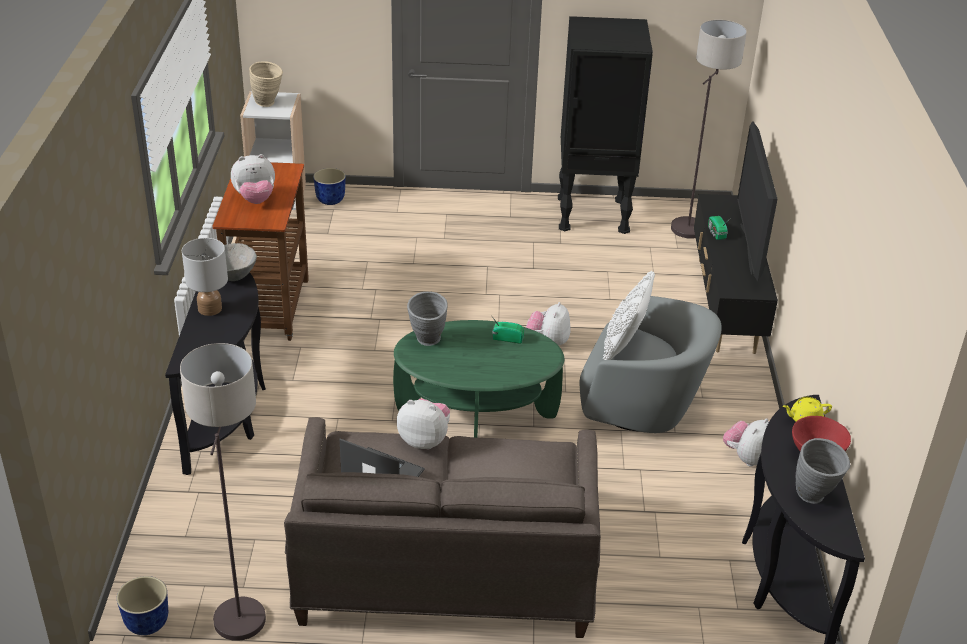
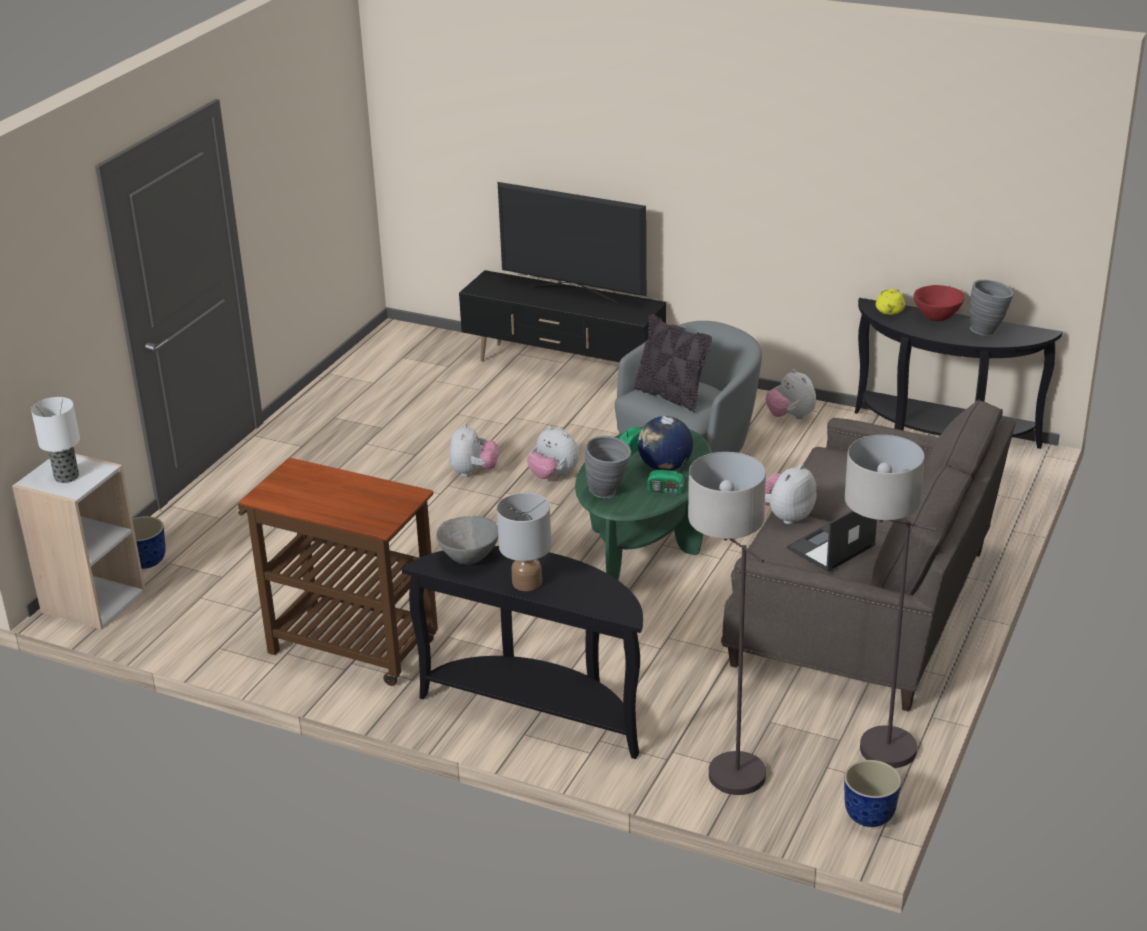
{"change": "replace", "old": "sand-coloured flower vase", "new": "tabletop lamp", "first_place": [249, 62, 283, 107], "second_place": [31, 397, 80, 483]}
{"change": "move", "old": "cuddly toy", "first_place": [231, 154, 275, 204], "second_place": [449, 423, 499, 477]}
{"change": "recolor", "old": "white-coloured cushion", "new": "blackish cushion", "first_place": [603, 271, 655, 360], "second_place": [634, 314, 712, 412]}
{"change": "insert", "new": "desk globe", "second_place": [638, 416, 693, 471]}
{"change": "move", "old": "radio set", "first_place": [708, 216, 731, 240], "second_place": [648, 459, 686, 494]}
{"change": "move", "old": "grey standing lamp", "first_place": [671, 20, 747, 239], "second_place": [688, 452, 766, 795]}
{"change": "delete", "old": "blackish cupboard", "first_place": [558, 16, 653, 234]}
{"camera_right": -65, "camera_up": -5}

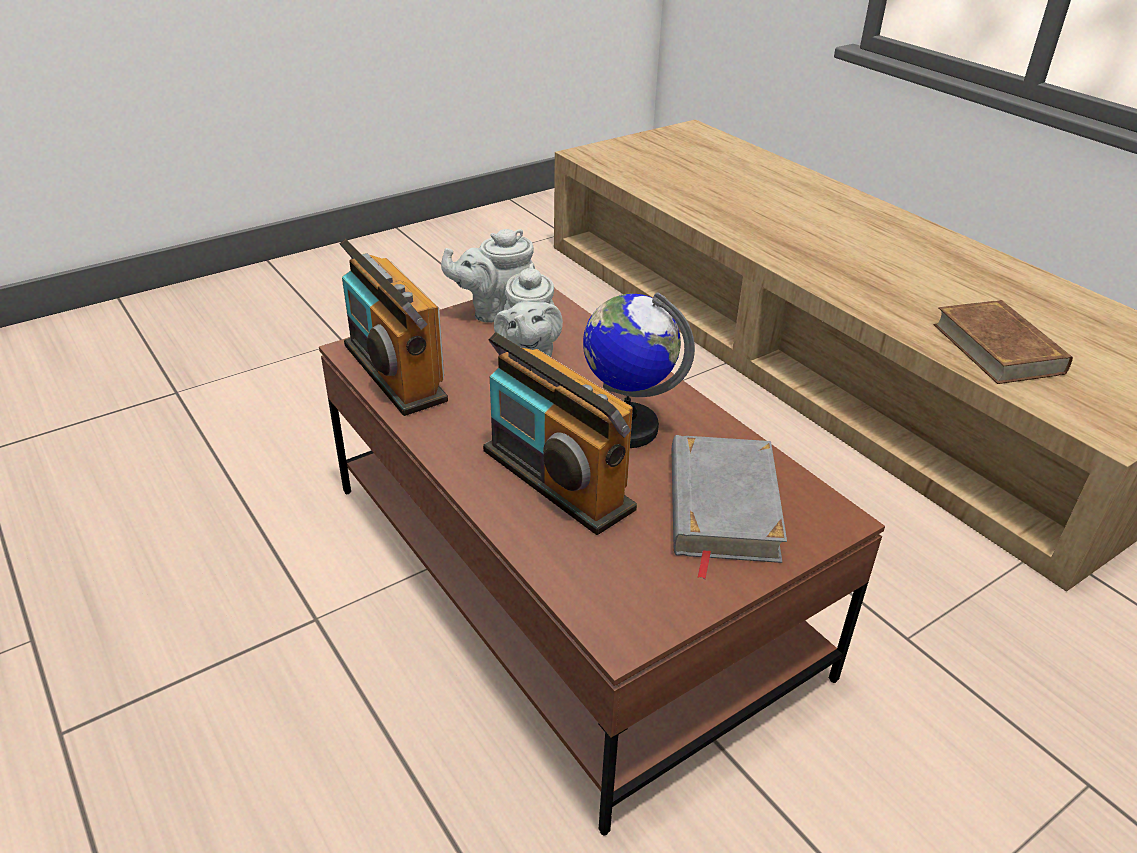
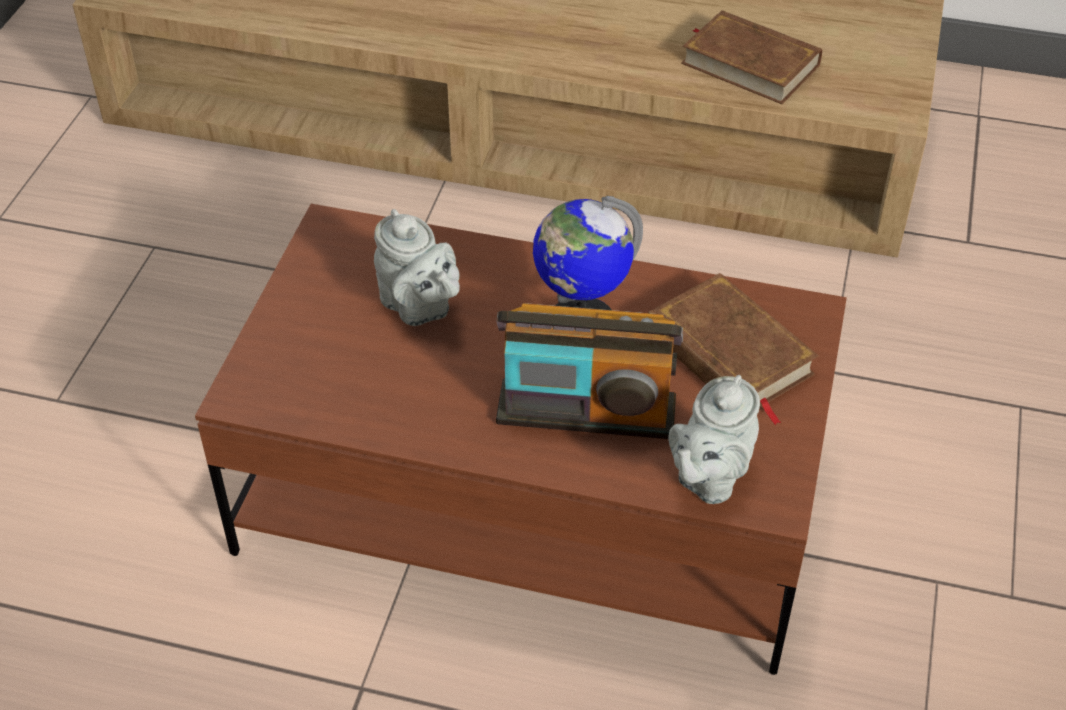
{"change": "recolor", "old": "grey book", "new": "brown book", "first_place": [672, 435, 787, 579], "second_place": [648, 273, 819, 426]}
{"change": "move", "old": "grey tea pot", "first_place": [441, 229, 535, 323], "second_place": [668, 375, 760, 504]}
{"change": "delete", "old": "radio set", "first_place": [339, 239, 448, 416]}
{"camera_right": -40, "camera_up": 10}

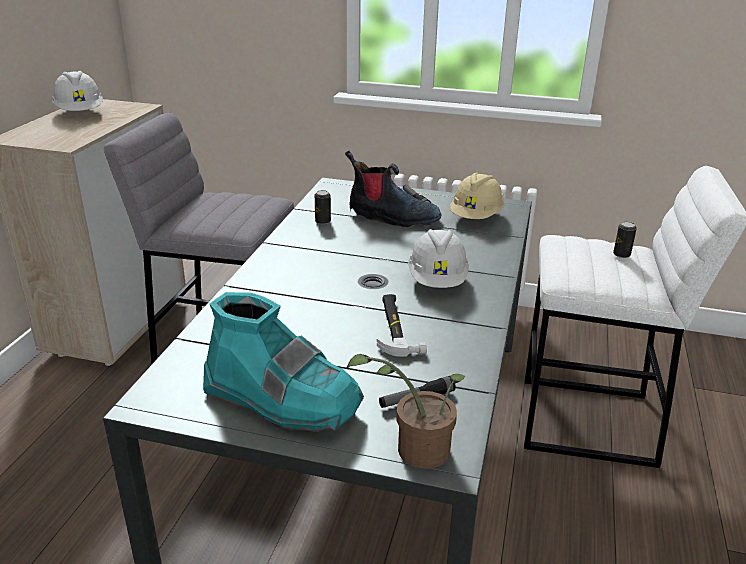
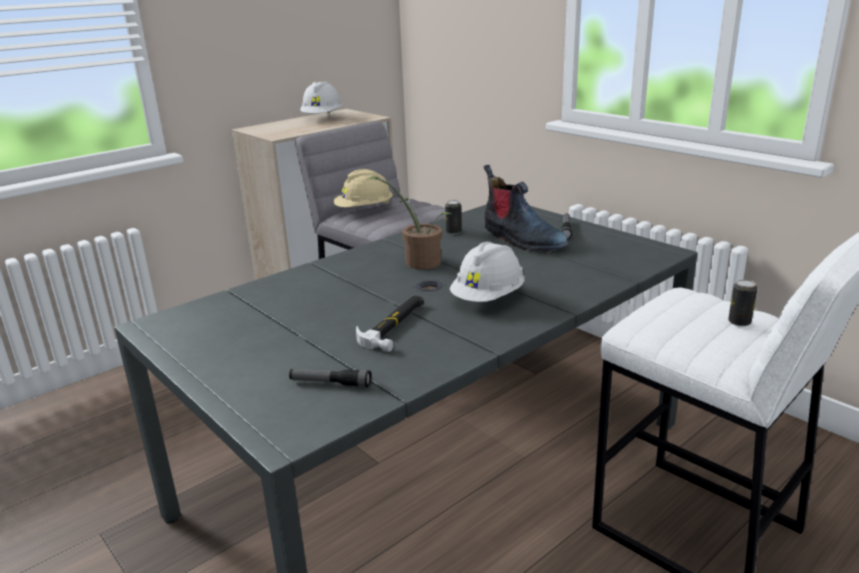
{"change": "move", "old": "sand-coloured safety helmet", "first_place": [450, 172, 504, 219], "second_place": [333, 169, 393, 207]}
{"change": "move", "old": "potted plant", "first_place": [347, 354, 465, 469], "second_place": [367, 176, 453, 269]}
{"change": "delete", "old": "blue-green tall boot", "first_place": [203, 292, 364, 432]}
{"camera_right": 35, "camera_up": -5}

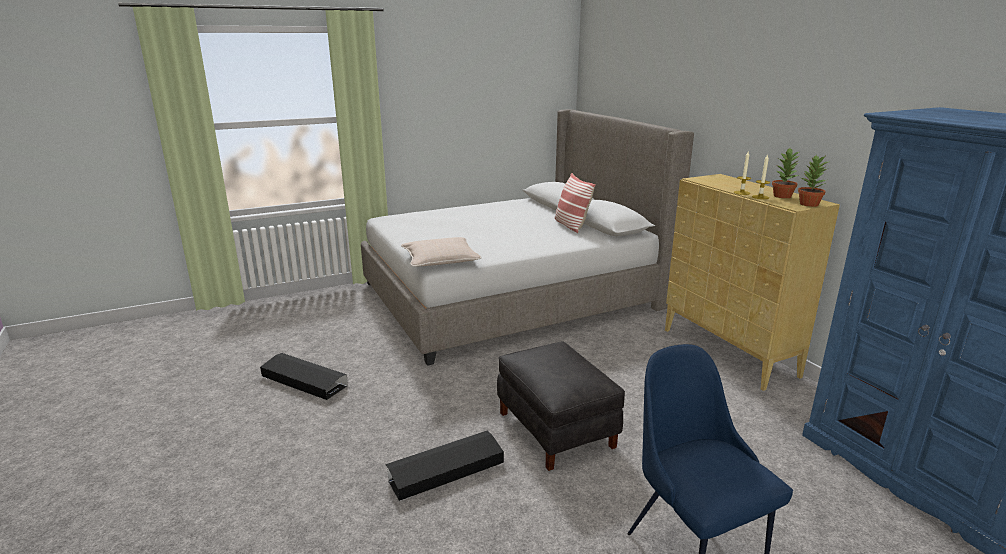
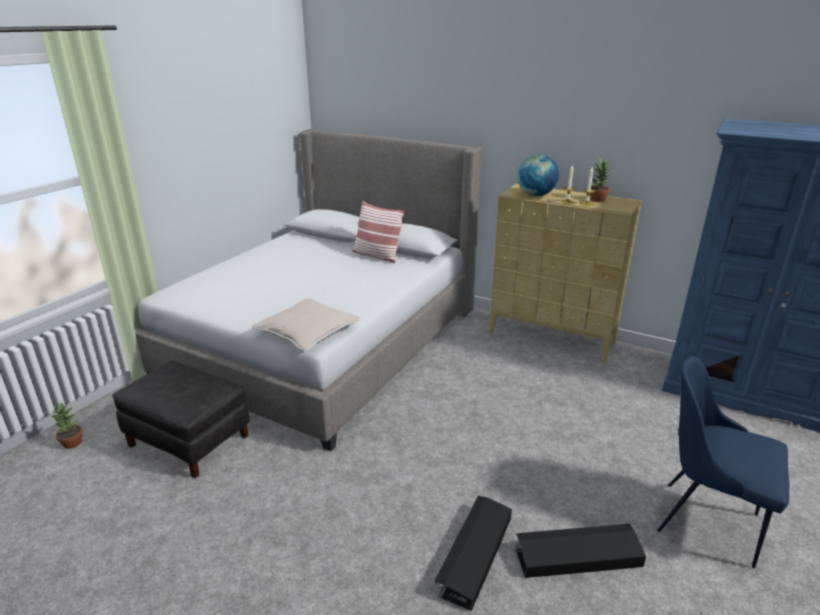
{"change": "move", "old": "potted plant", "first_place": [798, 155, 830, 207], "second_place": [51, 403, 83, 449]}
{"change": "move", "old": "blackish pouffe", "first_place": [497, 341, 625, 471], "second_place": [112, 360, 250, 478]}
{"change": "move", "old": "blackish storage box", "first_place": [260, 353, 348, 400], "second_place": [516, 524, 646, 579]}
{"change": "insert", "new": "desk globe", "second_place": [517, 154, 559, 196]}
{"camera_right": -35, "camera_up": 5}

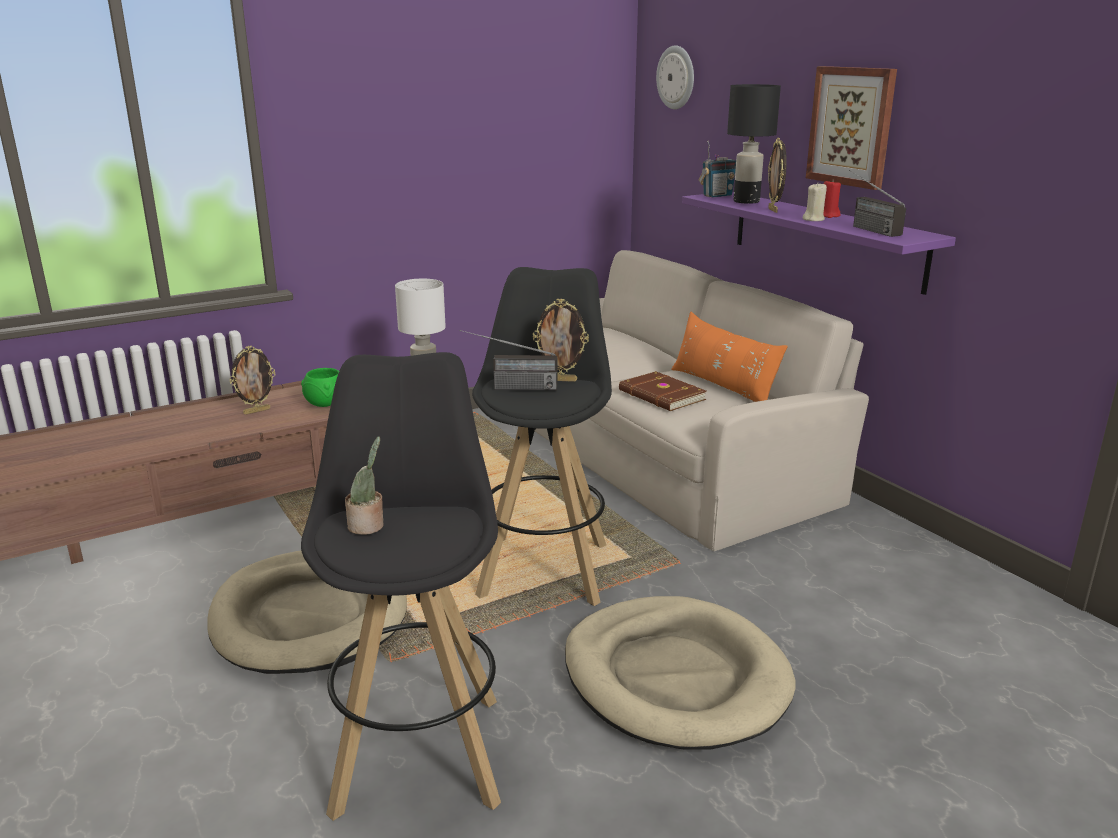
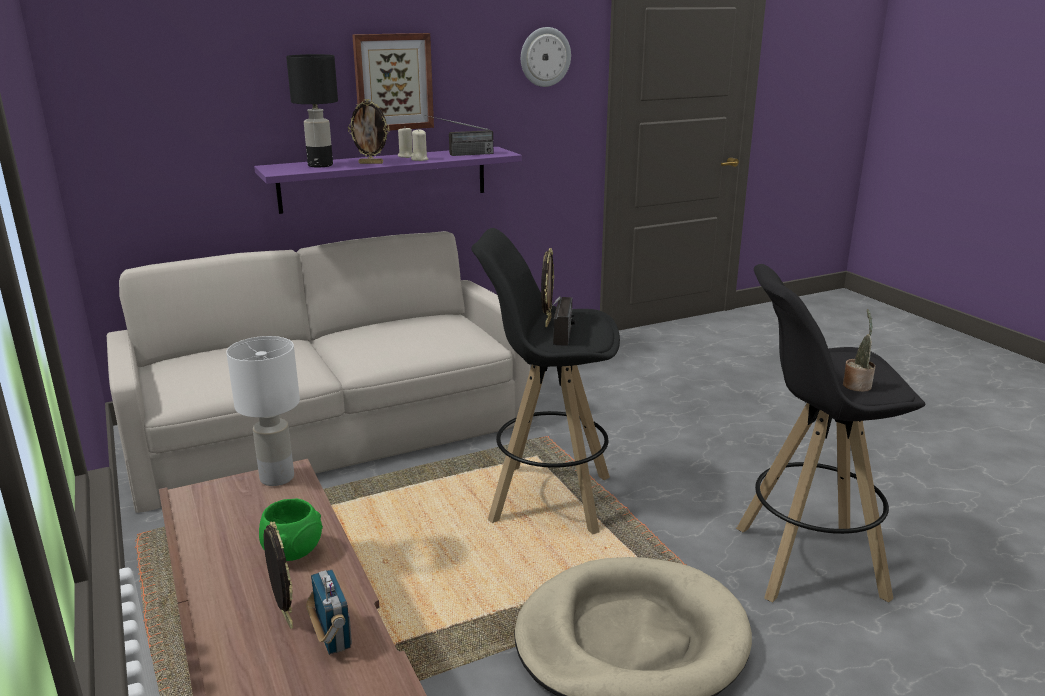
{"change": "move", "old": "radio set", "first_place": [699, 141, 736, 197], "second_place": [306, 570, 352, 655]}
{"change": "recolor", "old": "red wax candle", "new": "sand-coloured wax candle", "first_place": [823, 179, 841, 218], "second_place": [398, 128, 413, 158]}
{"change": "move", "old": "clock on the wall", "first_place": [656, 45, 694, 109], "second_place": [521, 27, 571, 87]}
{"change": "delete", "old": "sand-coloured dog bed", "first_place": [565, 596, 796, 750]}
{"change": "delete", "old": "brown book", "first_place": [619, 371, 707, 411]}
{"change": "delete", "old": "orange-coloured cushion", "first_place": [671, 312, 788, 402]}
{"camera_right": -85, "camera_up": 0}

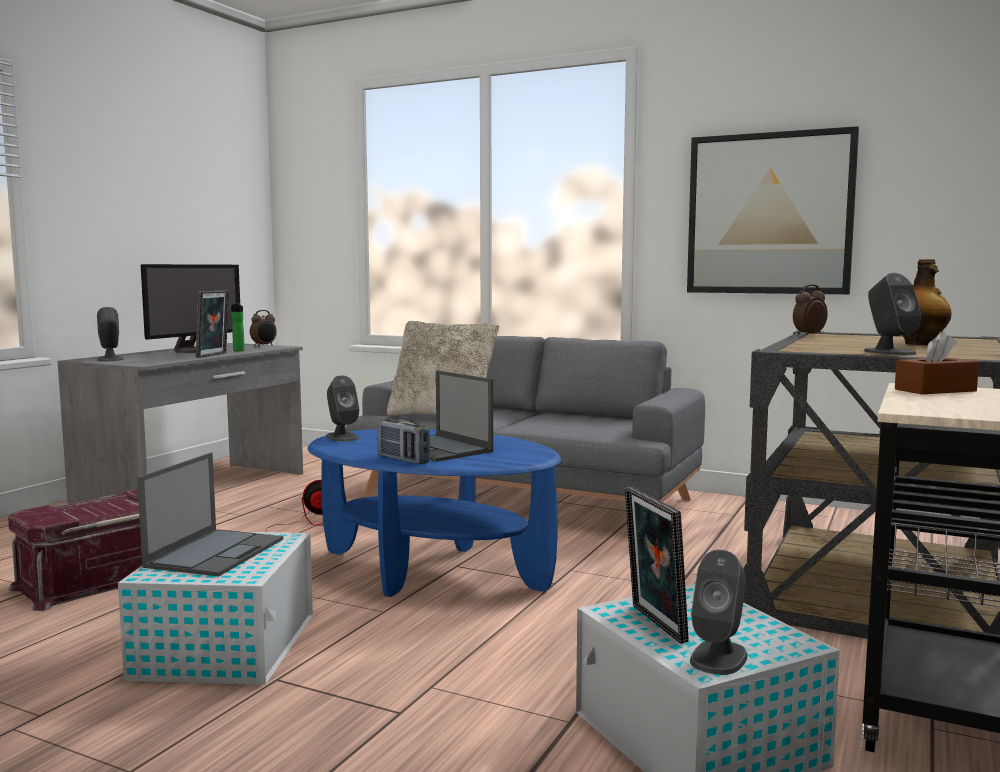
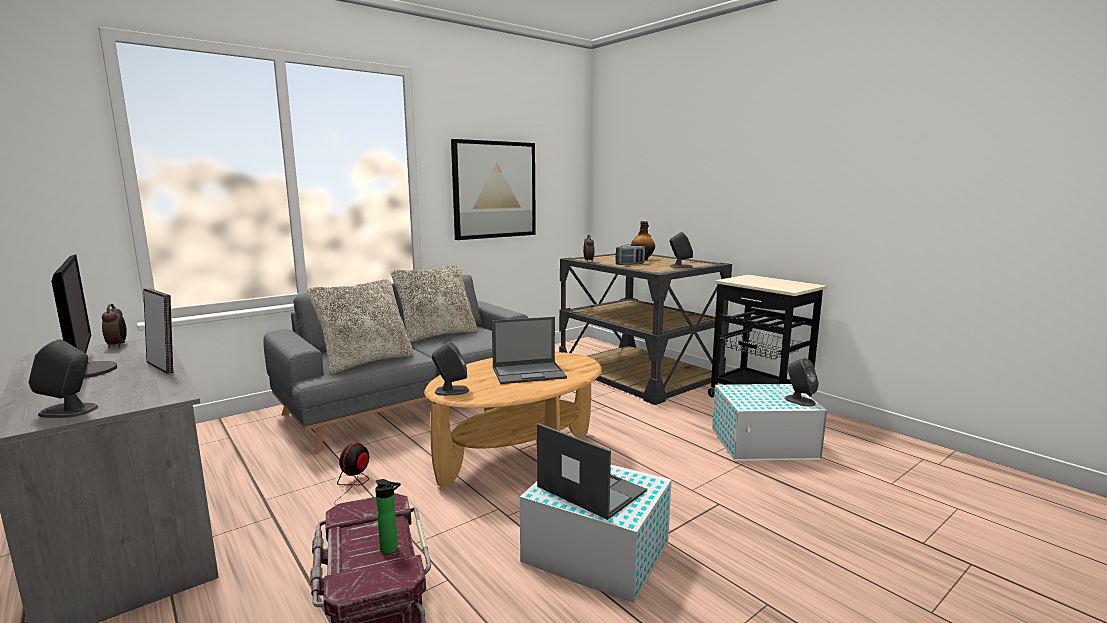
{"change": "move", "old": "bottle", "first_place": [231, 303, 245, 351], "second_place": [375, 479, 401, 554]}
{"change": "insert", "new": "sand-coloured cushion", "second_place": [391, 265, 477, 342]}
{"change": "recolor", "old": "blue-coloured lounge table", "new": "brown lounge table", "first_place": [308, 429, 561, 597], "second_place": [424, 352, 602, 487]}
{"change": "move", "old": "radio set", "first_place": [377, 418, 430, 464], "second_place": [616, 244, 645, 265]}
{"change": "delete", "old": "standing frame", "first_place": [625, 487, 689, 644]}
{"change": "delete", "old": "brown tissue holder", "first_place": [895, 331, 979, 394]}
{"camera_right": -65, "camera_up": 5}

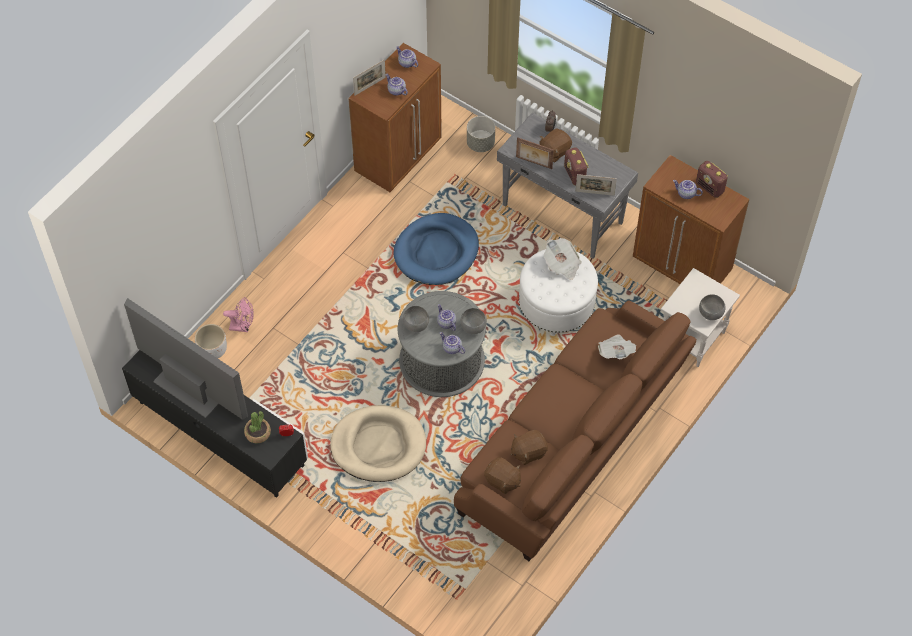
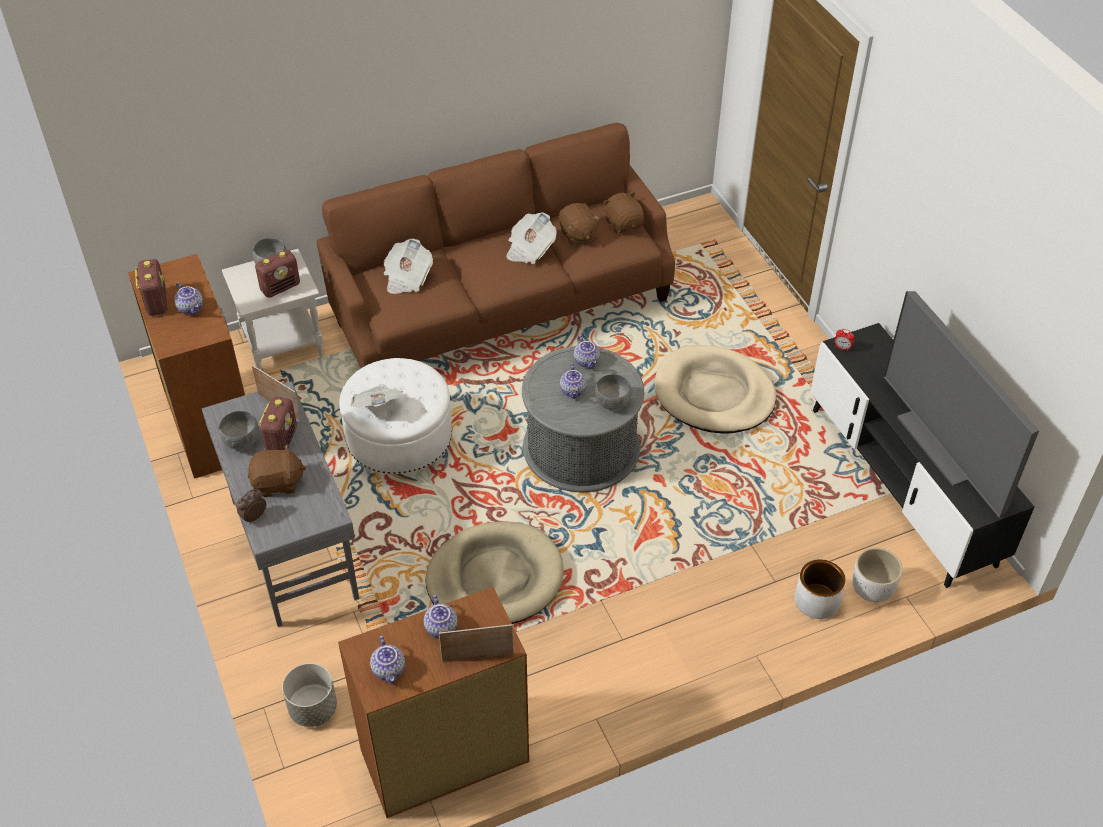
{"change": "move", "old": "grey serving bowl", "first_place": [461, 308, 487, 334], "second_place": [219, 411, 259, 450]}
{"change": "insert", "new": "radio set", "second_place": [255, 250, 300, 298]}
{"change": "recolor", "old": "blue-coloured dog bed", "new": "sand-coloured dog bed", "first_place": [394, 213, 479, 285], "second_place": [425, 522, 564, 624]}
{"change": "insert", "new": "printed paper", "second_place": [506, 213, 557, 264]}
{"change": "rotate", "old": "brown cuddly toy", "first_place": [510, 430, 548, 465], "second_place": [559, 203, 600, 245], "degrees": 60}
{"change": "replace", "old": "pink-coloured fan", "new": "white-coloured plant pot", "first_place": [223, 297, 253, 332], "second_place": [794, 559, 846, 619]}
{"change": "delete", "old": "potted plant", "first_place": [244, 411, 271, 444]}
{"change": "delete", "old": "standing frame", "first_place": [516, 137, 554, 169]}
{"camera_right": -150, "camera_up": -10}

